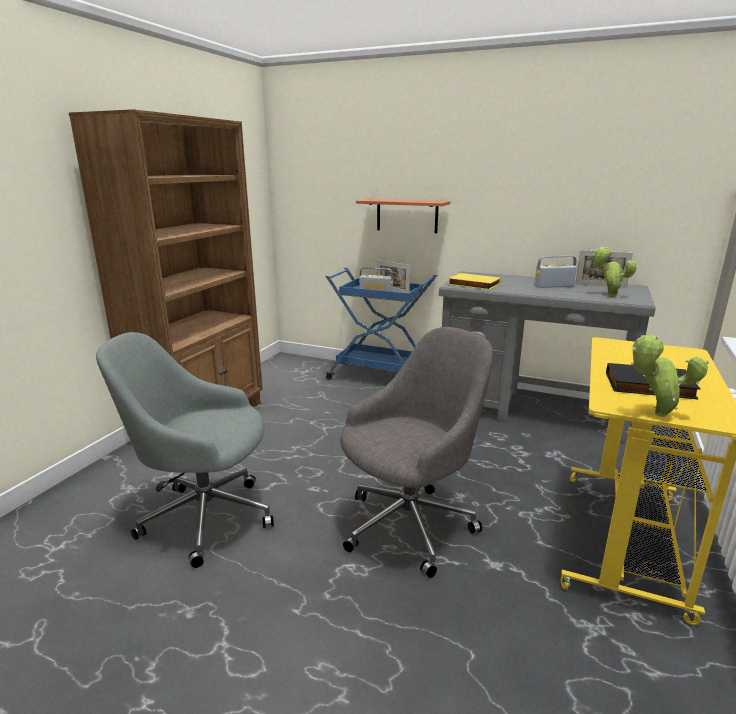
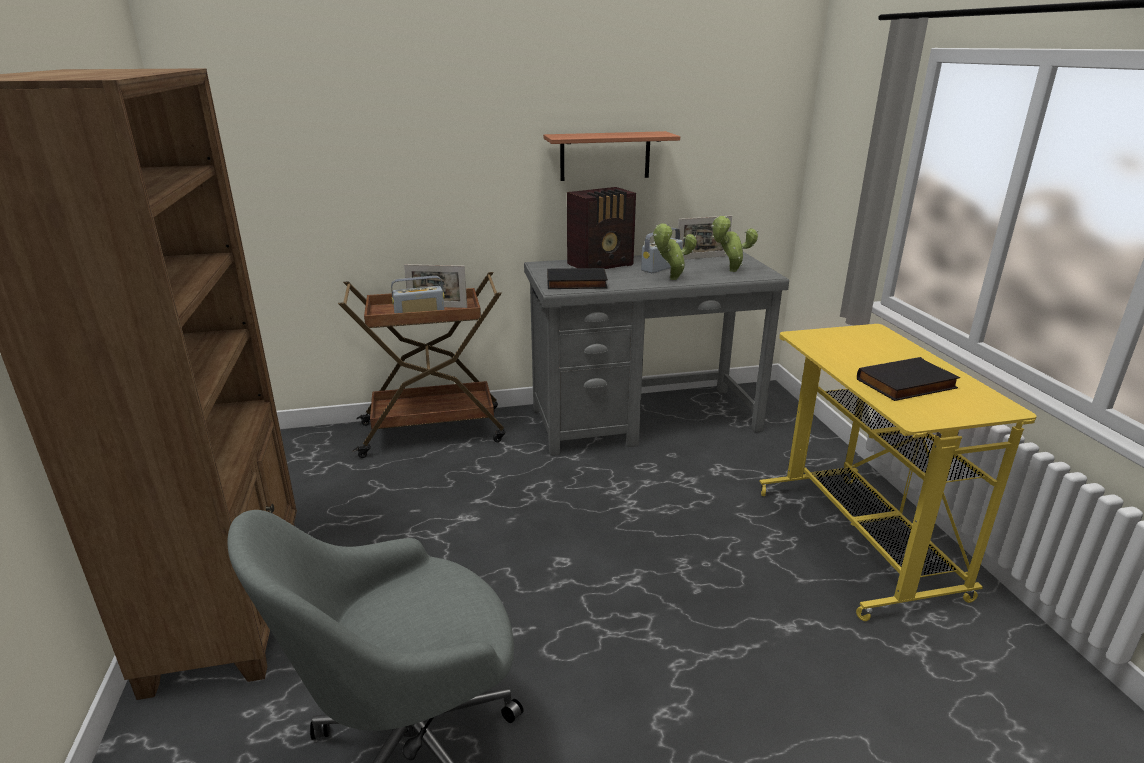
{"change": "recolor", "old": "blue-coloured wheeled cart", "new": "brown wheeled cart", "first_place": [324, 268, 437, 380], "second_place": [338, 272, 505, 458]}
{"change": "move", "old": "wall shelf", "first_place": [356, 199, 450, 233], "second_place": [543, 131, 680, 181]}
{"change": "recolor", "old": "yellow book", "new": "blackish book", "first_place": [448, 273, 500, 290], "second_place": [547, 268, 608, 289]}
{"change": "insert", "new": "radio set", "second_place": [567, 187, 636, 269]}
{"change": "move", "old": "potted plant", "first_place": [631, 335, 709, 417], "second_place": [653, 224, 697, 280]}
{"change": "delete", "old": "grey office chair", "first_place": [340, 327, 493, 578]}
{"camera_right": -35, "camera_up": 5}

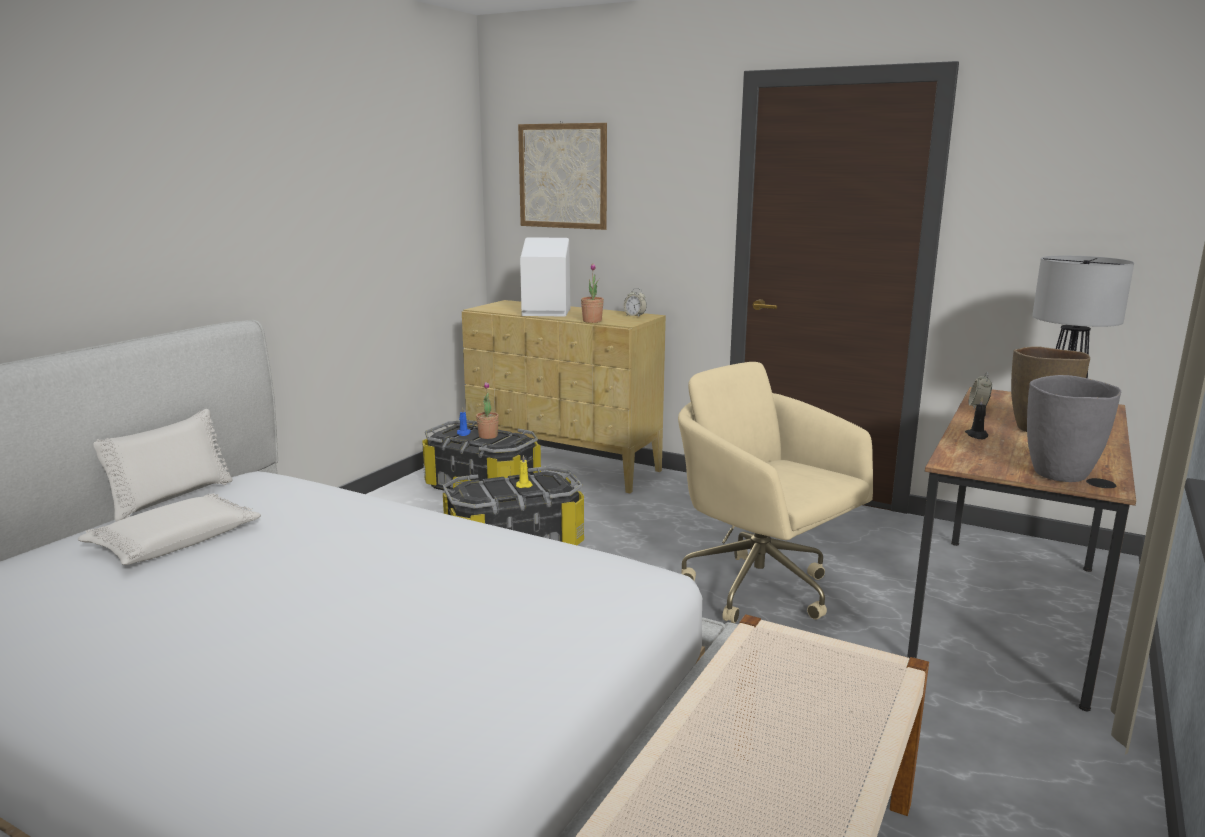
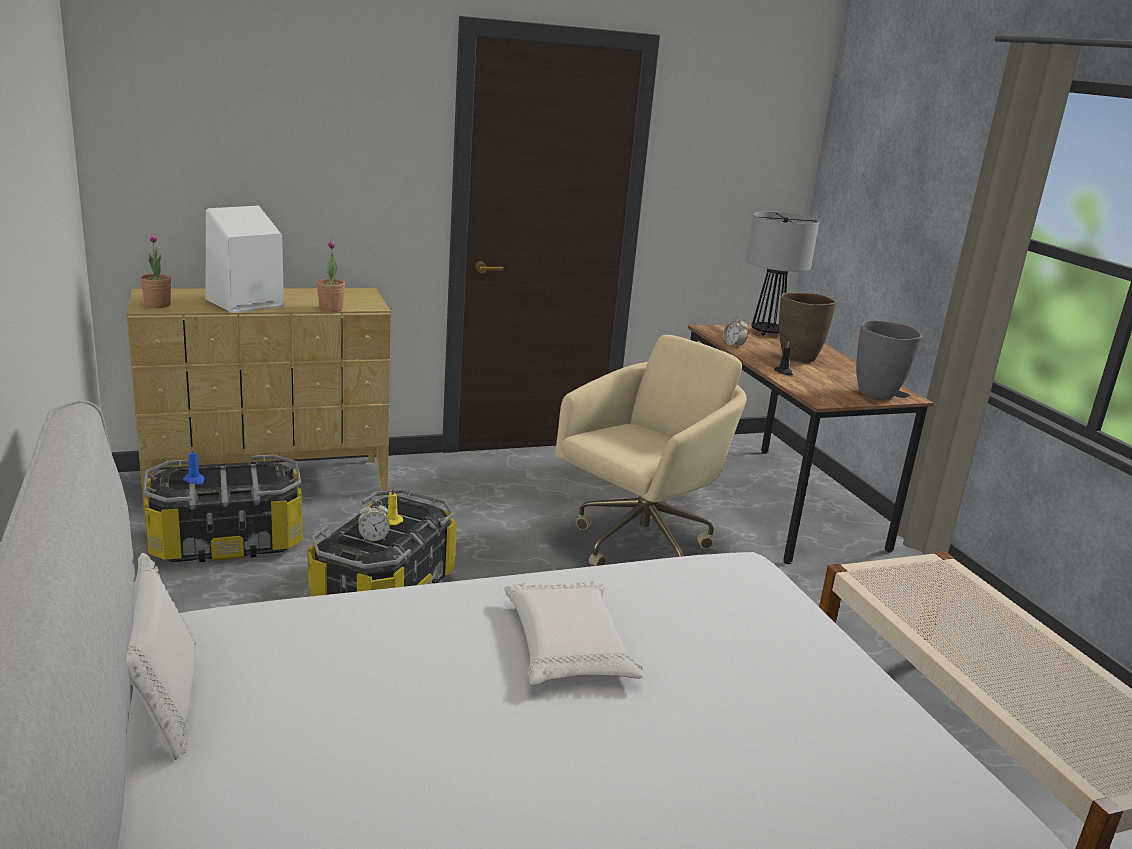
{"change": "move", "old": "potted plant", "first_place": [476, 382, 499, 439], "second_place": [140, 234, 171, 308]}
{"change": "move", "old": "bedside clock", "first_place": [624, 288, 647, 317], "second_place": [358, 500, 390, 541]}
{"change": "move", "old": "white-coloured cushion", "first_place": [78, 493, 261, 565], "second_place": [504, 581, 643, 685]}
{"change": "rotate", "old": "sand-coloured office chair", "first_place": [678, 362, 873, 623], "second_place": [555, 335, 747, 566], "degrees": 135}
{"change": "delete", "old": "picture", "first_place": [518, 122, 607, 230]}
{"camera_right": -50, "camera_up": 5}

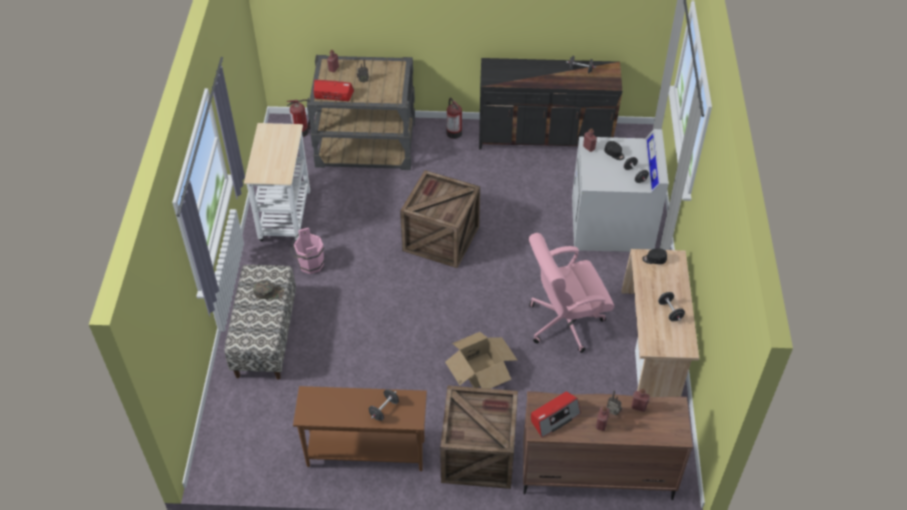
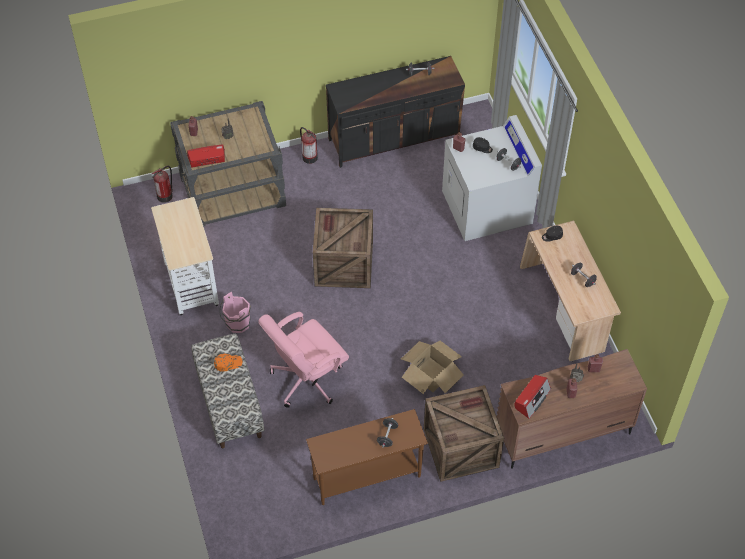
{"change": "recolor", "old": "green-coloured baseball cap", "new": "orange-coloured baseball cap", "first_place": [253, 280, 284, 300], "second_place": [214, 354, 242, 372]}
{"change": "move", "old": "pink-coloured office chair", "first_place": [529, 233, 614, 353], "second_place": [258, 312, 349, 408]}
{"camera_right": -20, "camera_up": 5}

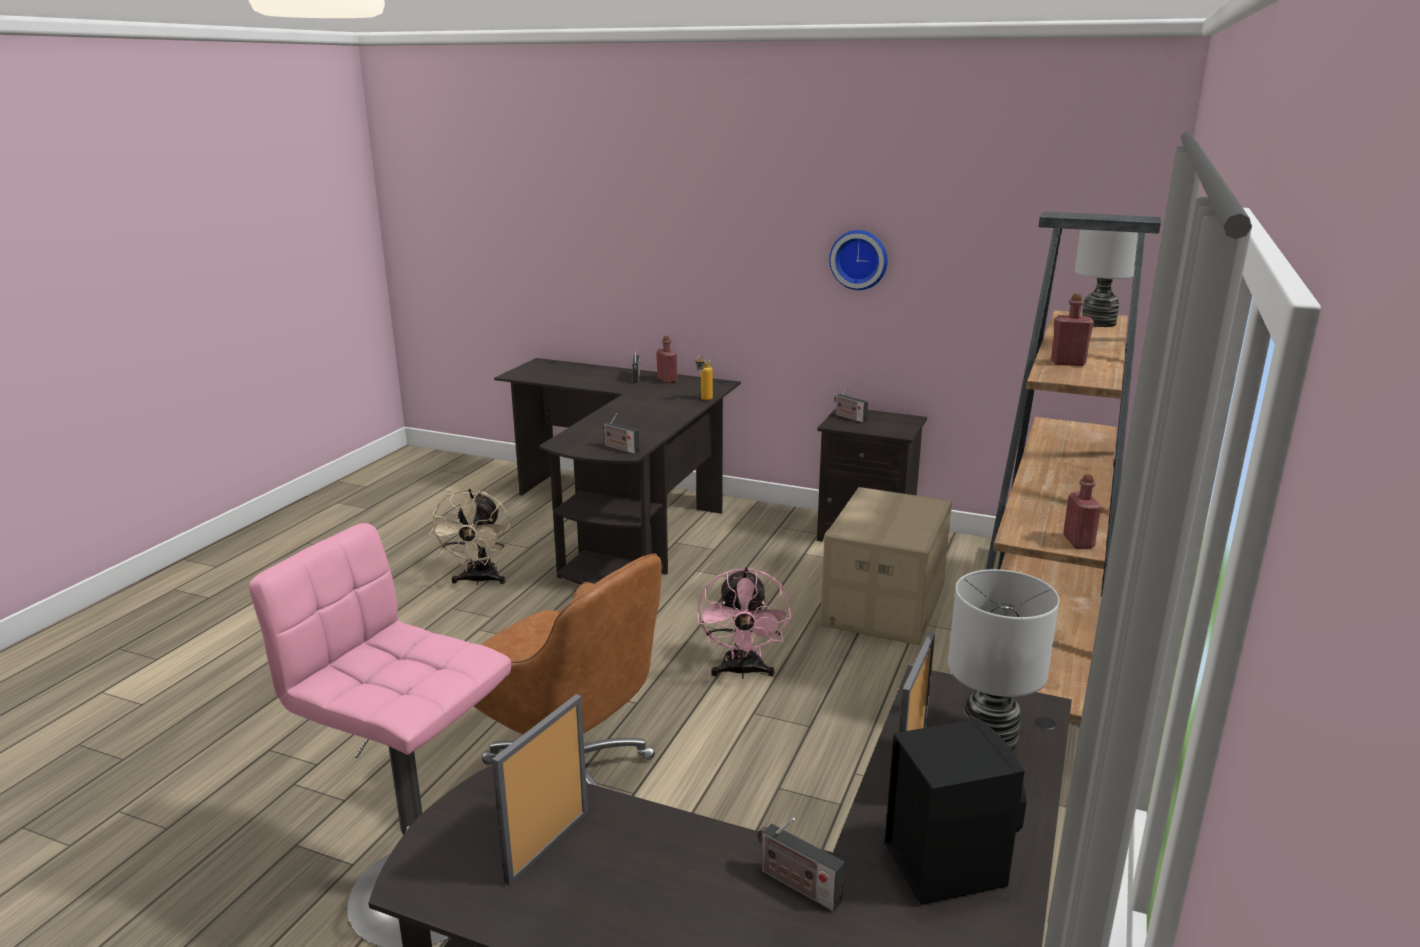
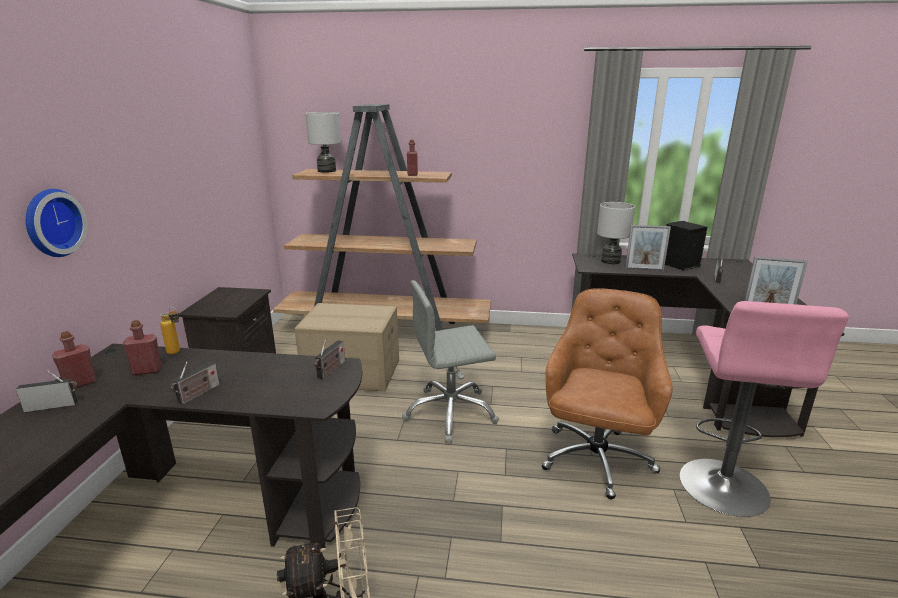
{"change": "move", "old": "clock on the wall", "first_place": [829, 230, 888, 290], "second_place": [26, 189, 88, 257]}
{"change": "move", "old": "red bottle", "first_place": [1063, 474, 1102, 549], "second_place": [123, 320, 162, 375]}
{"change": "move", "old": "radio set", "first_place": [834, 386, 868, 423], "second_place": [171, 362, 220, 405]}
{"change": "replace", "old": "pink-coloured fan", "new": "grey office chair", "first_place": [697, 568, 791, 678], "second_place": [402, 280, 499, 443]}
{"camera_right": -105, "camera_up": 0}

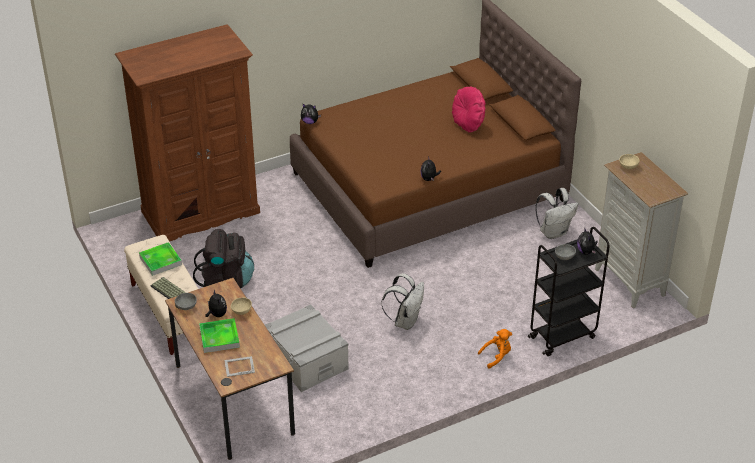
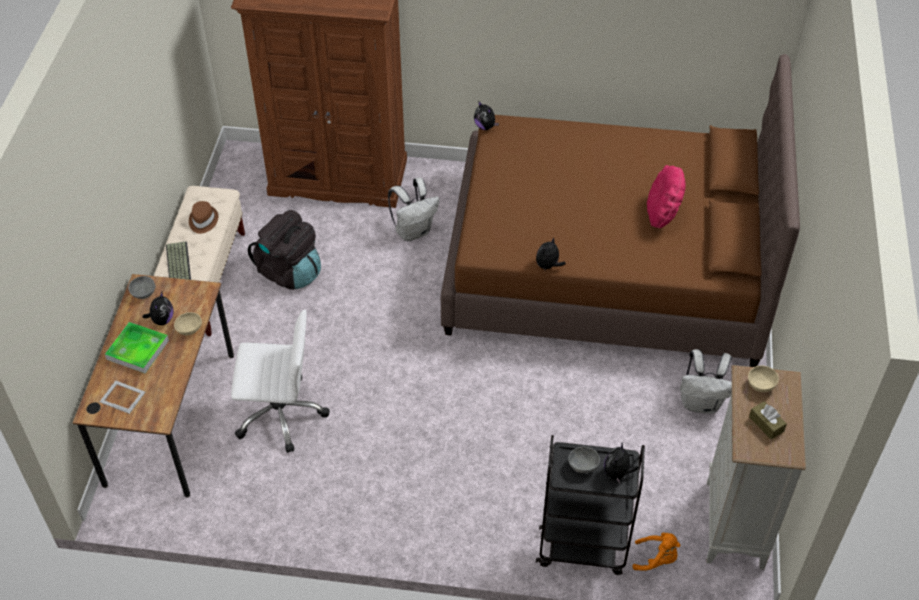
{"change": "replace", "old": "serving tray", "new": "brown wearable hat", "first_place": [139, 242, 182, 276], "second_place": [189, 201, 218, 234]}
{"change": "replace", "old": "grey storage box", "new": "white-coloured office chair", "first_place": [265, 304, 349, 392], "second_place": [231, 310, 330, 453]}
{"change": "move", "old": "white-coloured rucksack", "first_place": [381, 273, 424, 330], "second_place": [388, 178, 439, 241]}
{"change": "move", "old": "orange-coloured cuddly toy", "first_place": [478, 329, 512, 369], "second_place": [632, 532, 680, 571]}
{"change": "insert", "new": "brown tissue holder", "second_place": [749, 401, 787, 440]}
{"camera_right": 35, "camera_up": 10}

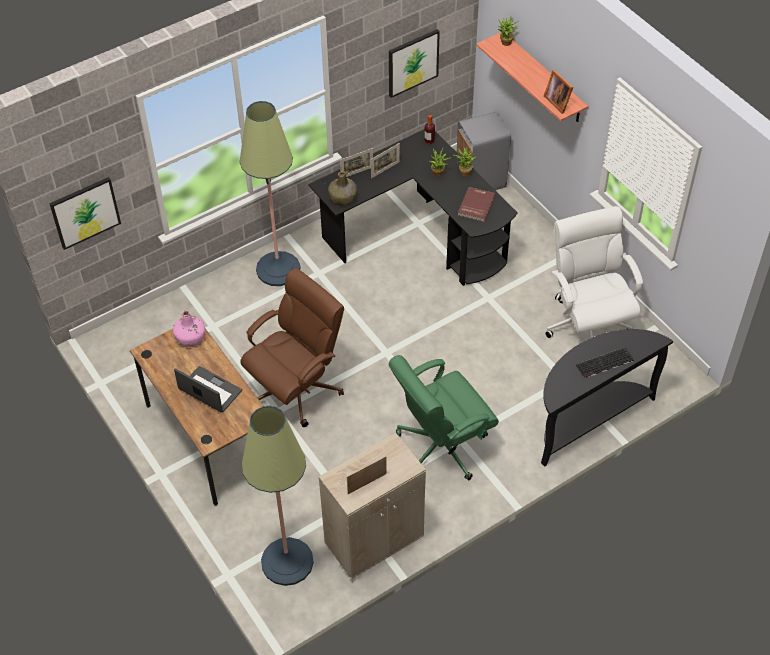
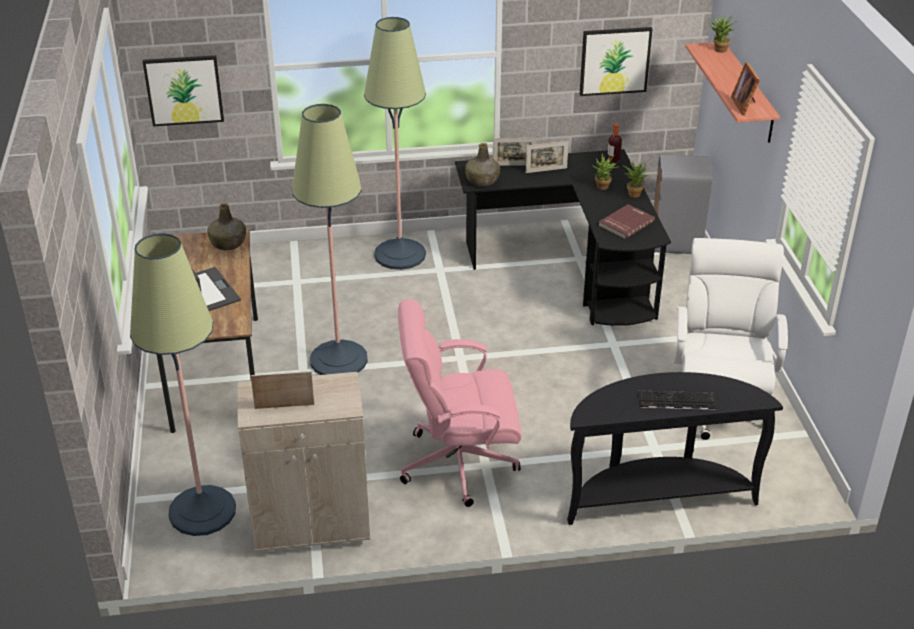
{"change": "recolor", "old": "pink-coloured bottle", "new": "green-coloured bottle", "first_place": [173, 311, 205, 347], "second_place": [207, 203, 246, 250]}
{"change": "replace", "old": "brown office chair", "new": "standing lamp", "first_place": [240, 268, 344, 427], "second_place": [292, 104, 368, 375]}
{"change": "recolor", "old": "green-coloured office chair", "new": "pink-coloured office chair", "first_place": [389, 355, 499, 481], "second_place": [398, 299, 522, 507]}
{"camera_right": 25, "camera_up": -15}

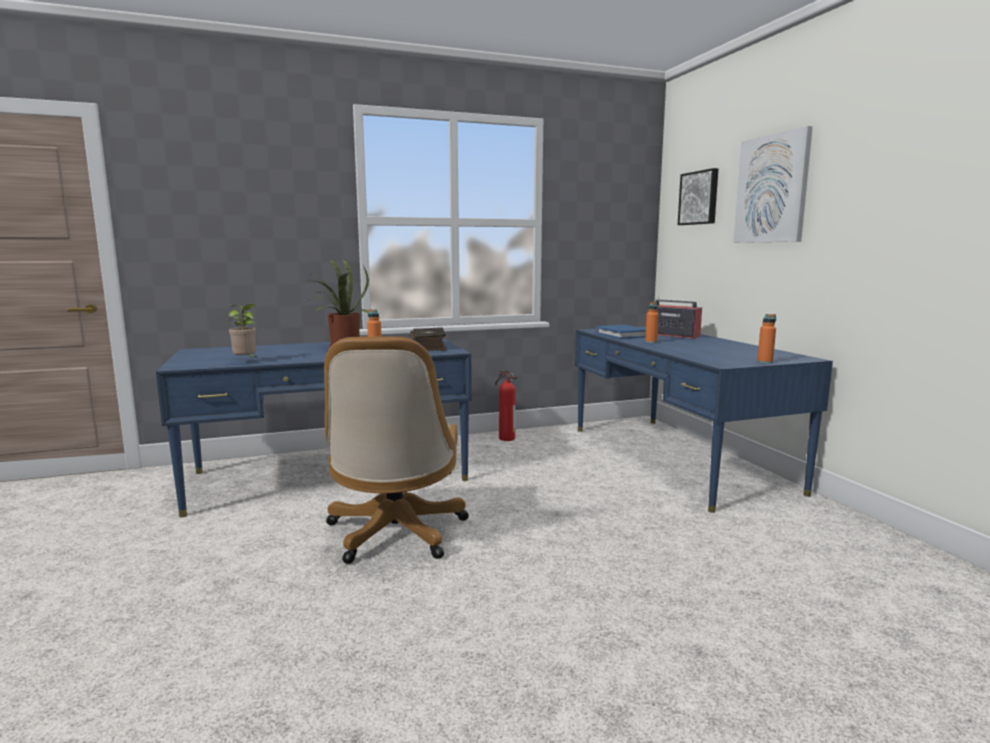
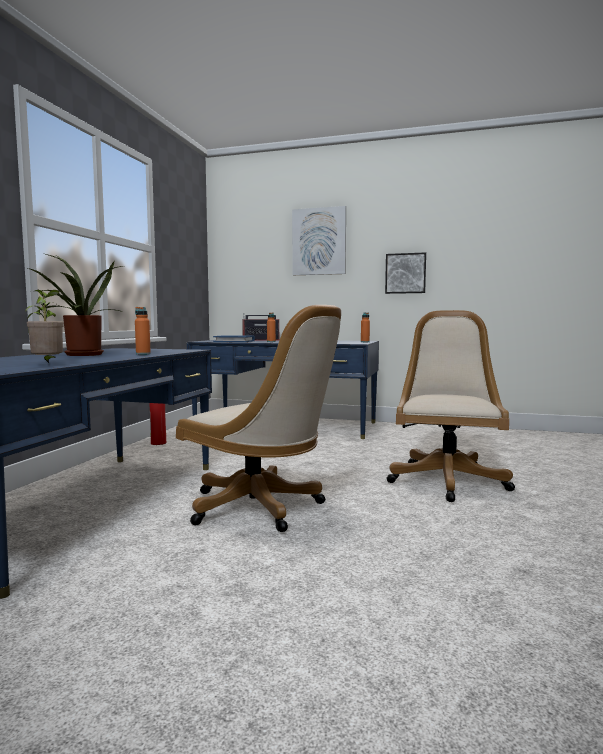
{"change": "move", "old": "picture", "first_place": [678, 168, 718, 225], "second_place": [385, 252, 426, 294]}
{"change": "insert", "new": "office chair", "second_place": [386, 310, 515, 502]}
{"change": "delete", "old": "book", "first_place": [410, 327, 447, 351]}
{"camera_right": -55, "camera_up": -5}

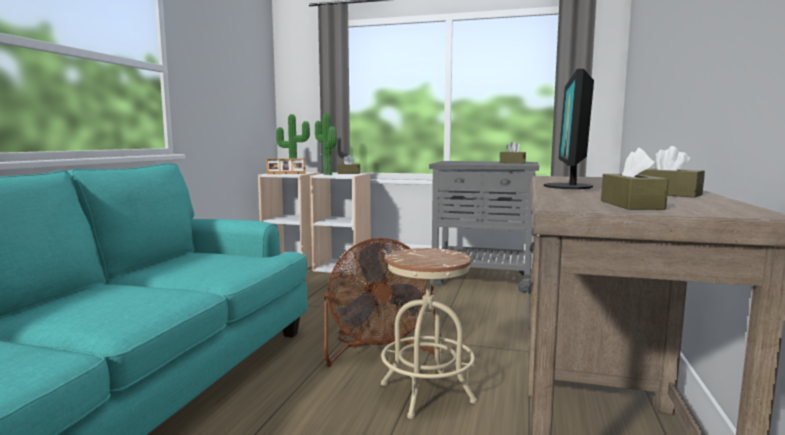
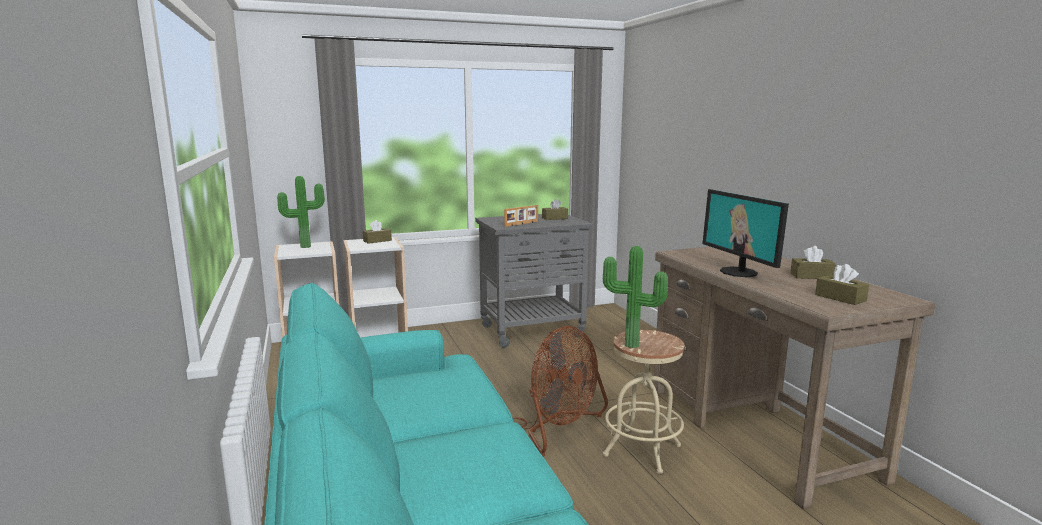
{"change": "move", "old": "standing frame", "first_place": [266, 159, 306, 174], "second_place": [504, 205, 538, 227]}
{"change": "move", "old": "potted plant", "first_place": [315, 113, 337, 175], "second_place": [603, 246, 668, 348]}
{"camera_right": -35, "camera_up": 5}

